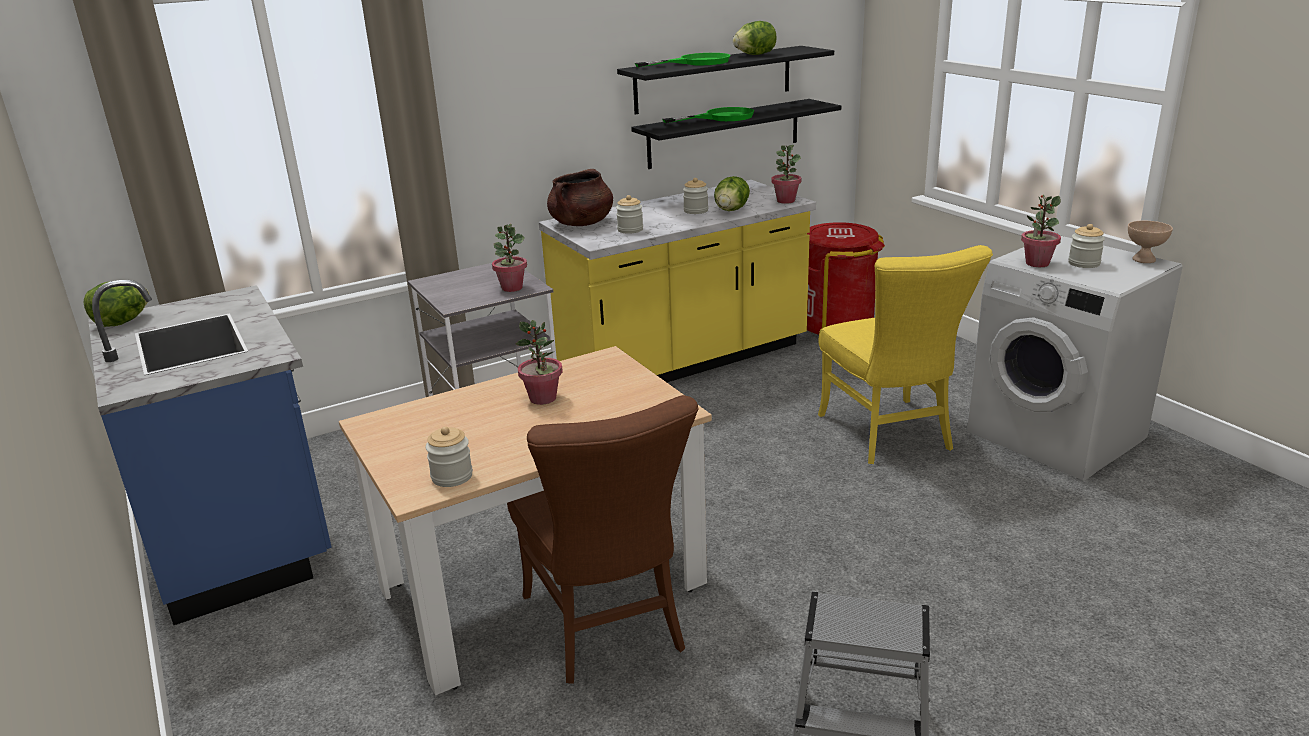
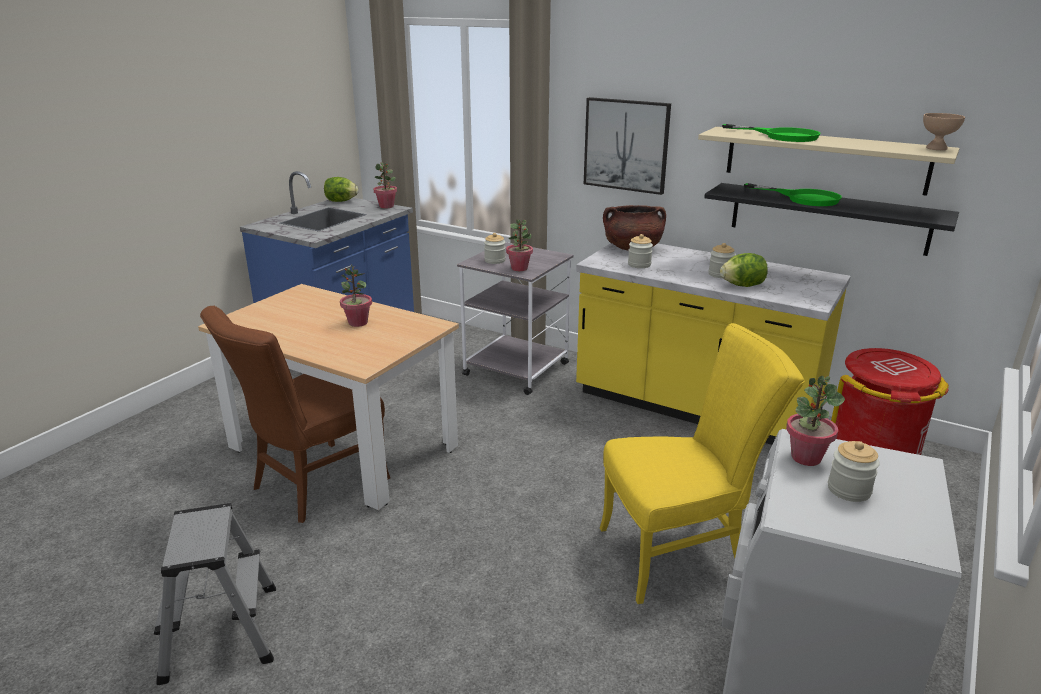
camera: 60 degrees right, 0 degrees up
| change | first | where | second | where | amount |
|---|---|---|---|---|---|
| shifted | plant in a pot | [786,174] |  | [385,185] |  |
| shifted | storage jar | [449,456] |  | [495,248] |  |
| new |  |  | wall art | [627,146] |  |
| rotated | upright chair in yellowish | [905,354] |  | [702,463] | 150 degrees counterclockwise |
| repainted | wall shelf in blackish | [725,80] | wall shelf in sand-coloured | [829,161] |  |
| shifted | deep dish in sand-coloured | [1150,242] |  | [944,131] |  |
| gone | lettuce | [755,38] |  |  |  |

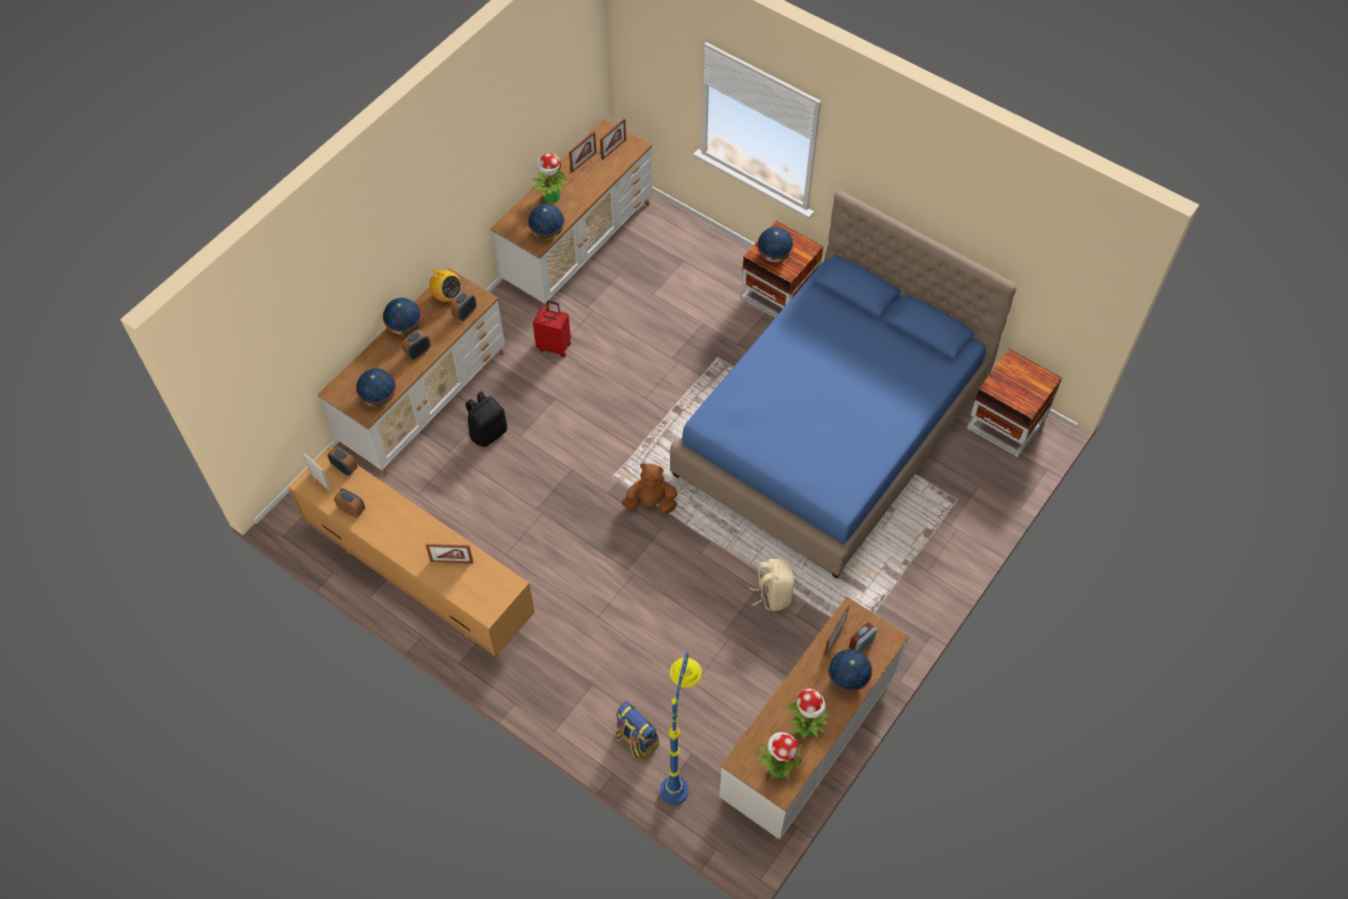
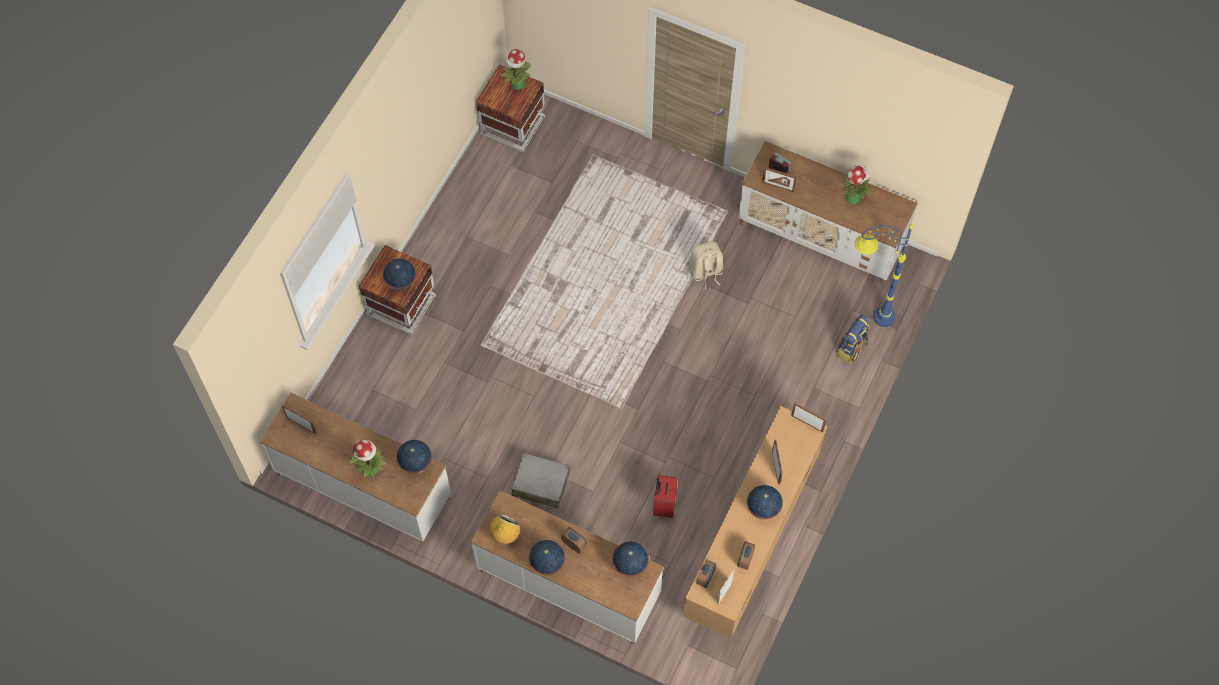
camera: 100 degrees left, 5 degrees up
| change | first | where | second | where | amount |
|---|---|---|---|---|---|
| shifted | plant in a pot | [779,756] |  | [516,69] |  |
| new |  |  | piece of luggage in grey | [540,481] |  |
| shifted | piece of luggage in red | [552,329] |  | [665,496] |  |
| shifted | world globe | [850,670] |  | [765,502] |  |
| shifted | photo frame | [582,152] |  | [809,418] |  |
| gone | alarm clock | [463,306] |  |  |  |
| gone | backpack in blackish | [486,419] |  |  |  |
| gone | cuddly toy in brown-coloured | [649,488] |  |  |  |
| gone | bedroom bed in blue | [843,384] |  |  |  |

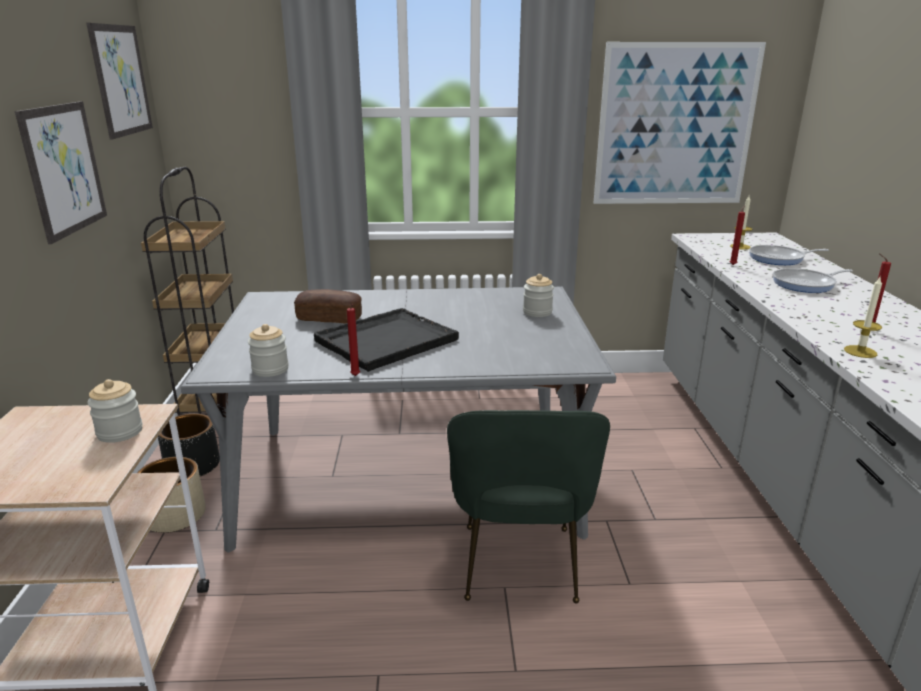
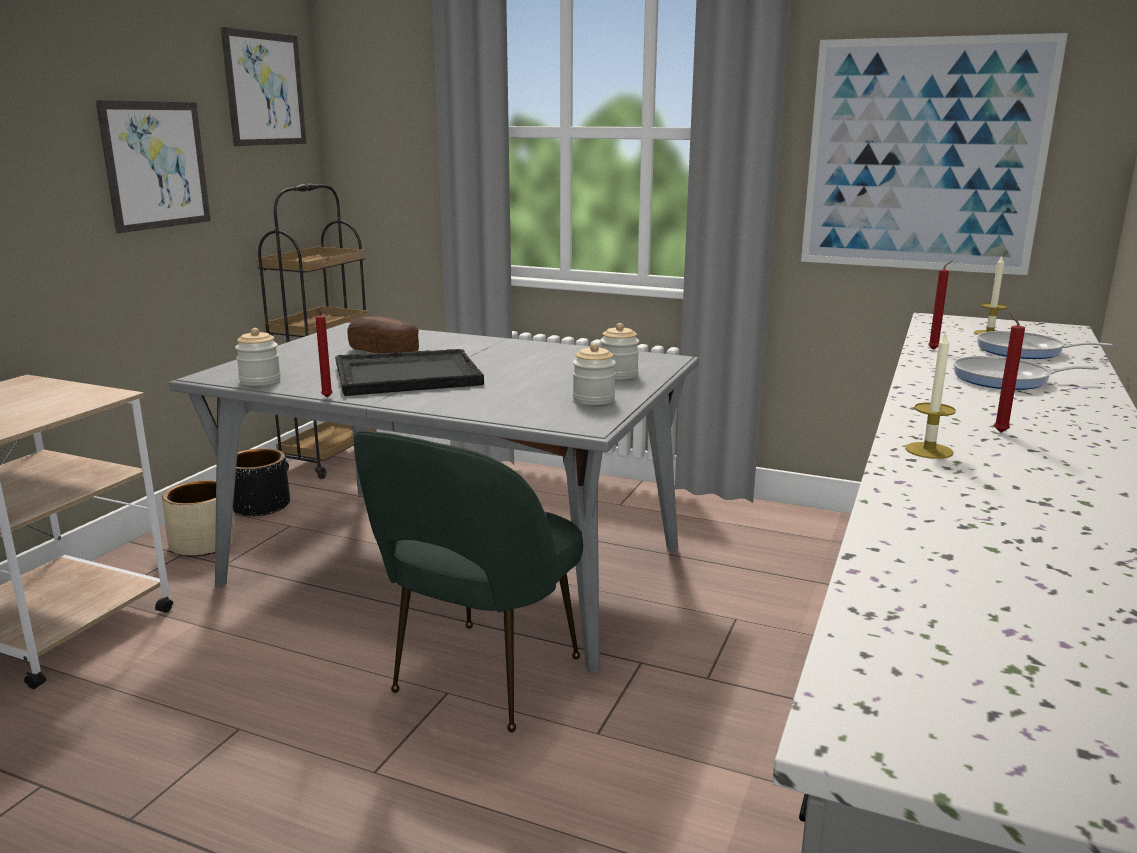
camera: 25 degrees right, 5 degrees down
| change | first | where | second | where | amount |
|---|---|---|---|---|---|
| shifted | storage jar | [115,411] |  | [594,374] |  |

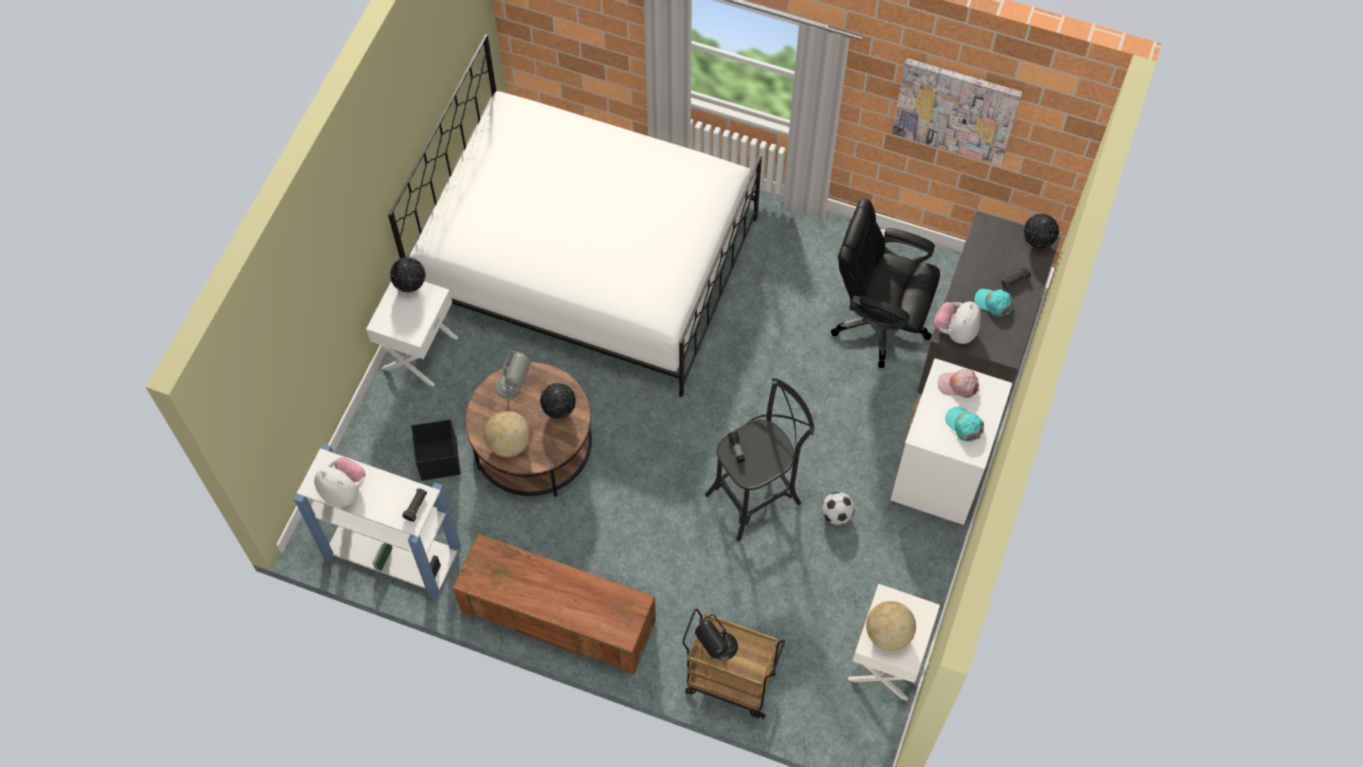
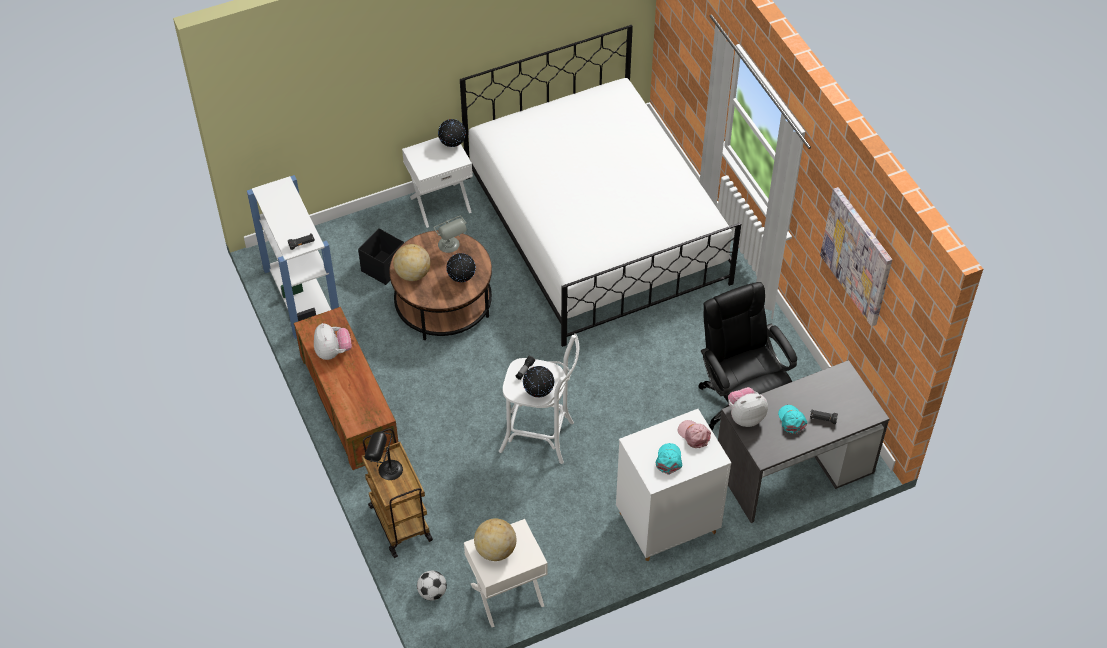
camera: 45 degrees right, 10 degrees down
| change | first | where | second | where | amount |
|---|---|---|---|---|---|
| shifted | cuddly toy | [340,482] |  | [333,341] |  |
| shifted | football ball | [838,508] |  | [432,586] |  |
| repainted | sitting stool in blackish | [760,459] | sitting stool in whitish | [539,398] |  |
| shifted | world globe | [1041,231] |  | [538,381] |  |

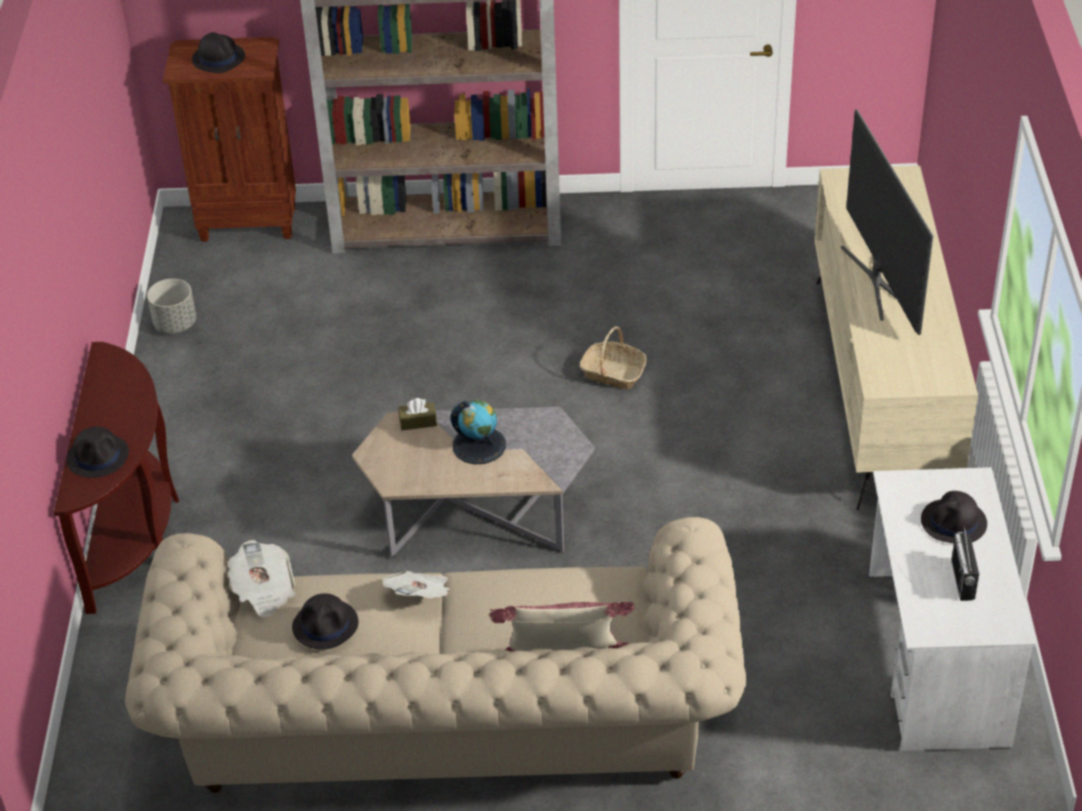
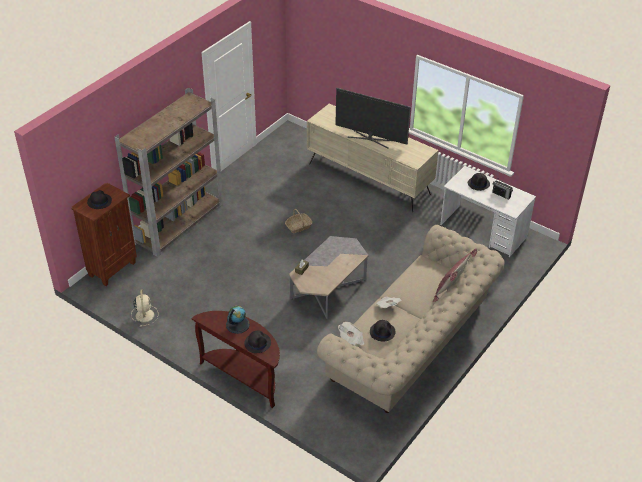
camera: 55 degrees left, 0 degrees up
| change | first | where | second | where | amount |
|---|---|---|---|---|---|
| swapped | plant pot in grey | [171,306] | cooling fan in sand-coloured | [144,308] |  |
| shifted | world globe | [478,432] |  | [238,320] |  |

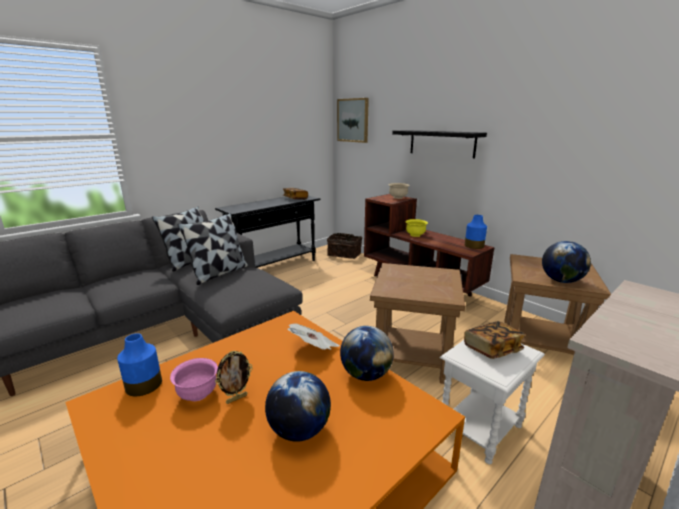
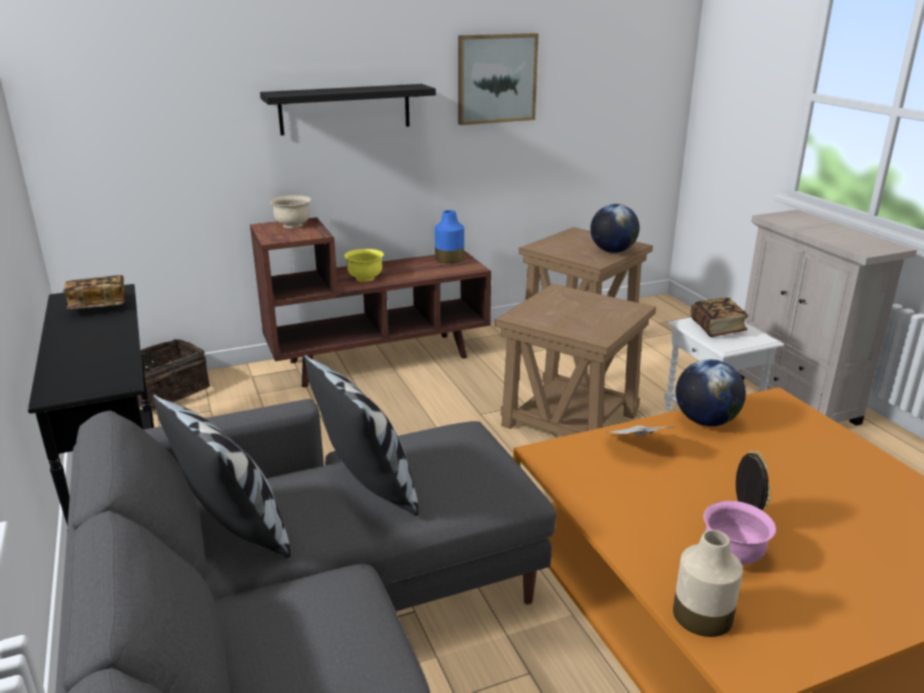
camera: 70 degrees left, 5 degrees up
| change | first | where | second | where | amount |
|---|---|---|---|---|---|
| shifted | wall art | [353,120] |  | [498,79] |  |
| repainted | flower vase in blue | [139,364] | flower vase in sand-coloured | [708,583] |  |
| gone | world globe | [298,406] |  |  |  |

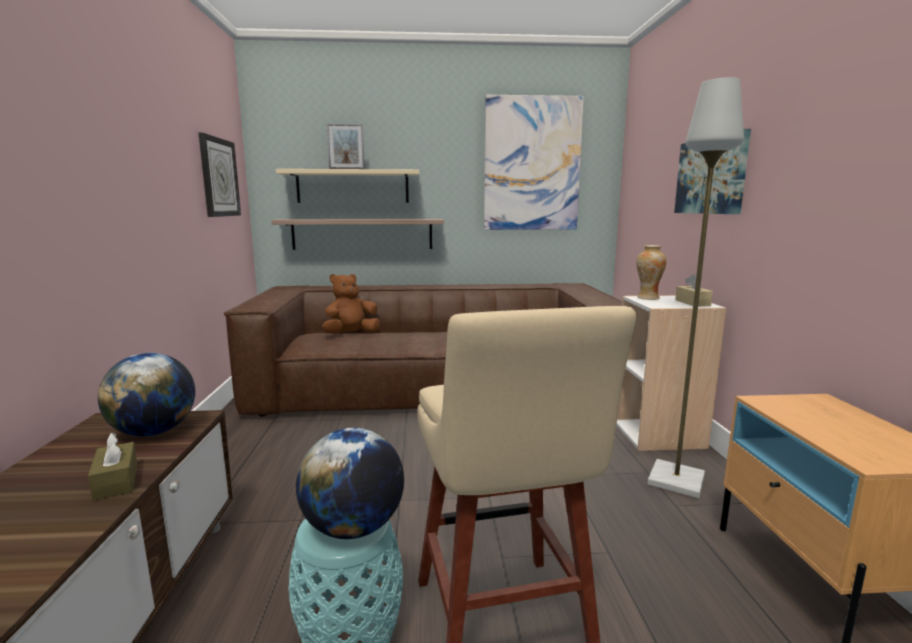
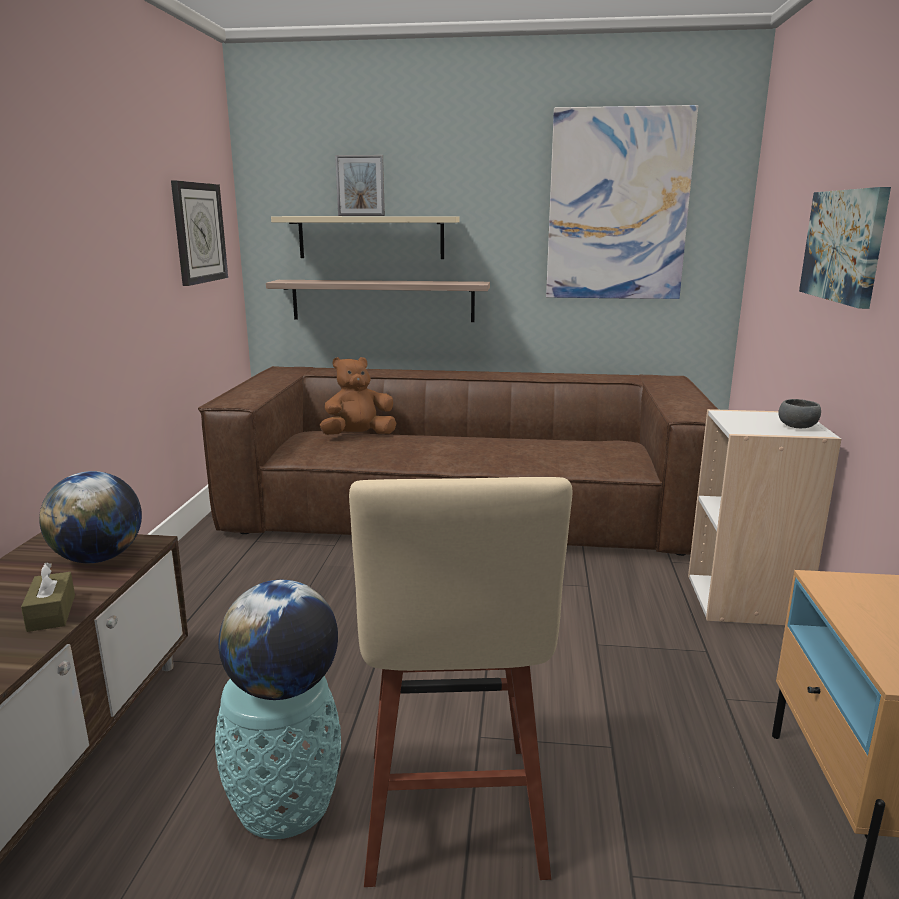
camera: 10 degrees right, 5 degrees up
| change | first | where | second | where | amount |
|---|---|---|---|---|---|
| swapped | tissue holder in sand-coloured | [694,290] | deep dish in grey | [799,413] |  |
| gone | flower vase | [651,272] |  |  |  |
| gone | standard lamp in grey | [695,287] |  |  |  |

